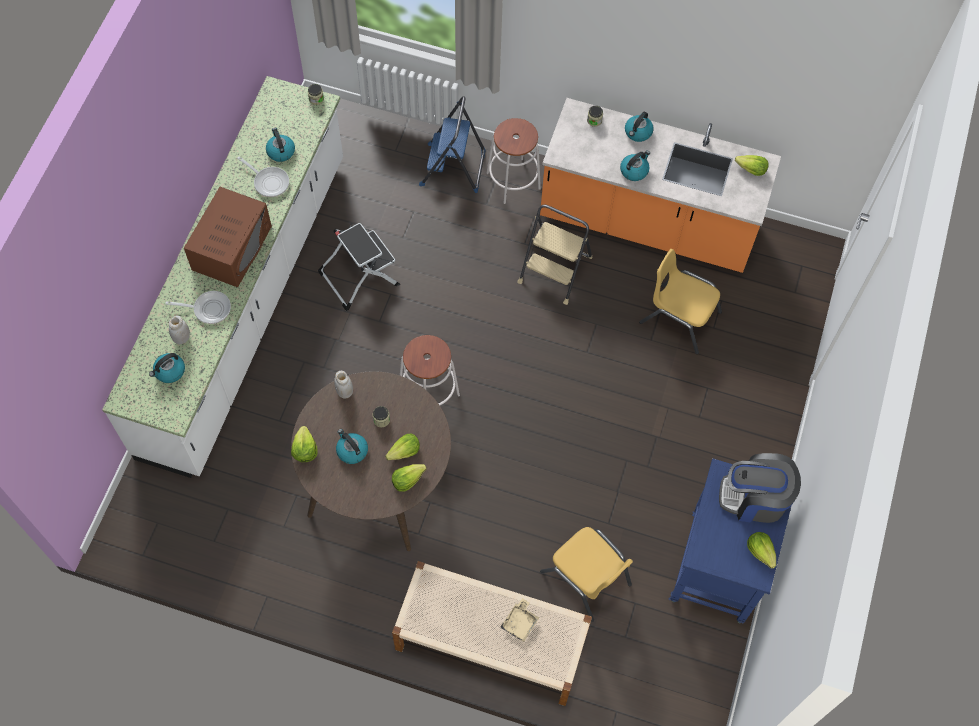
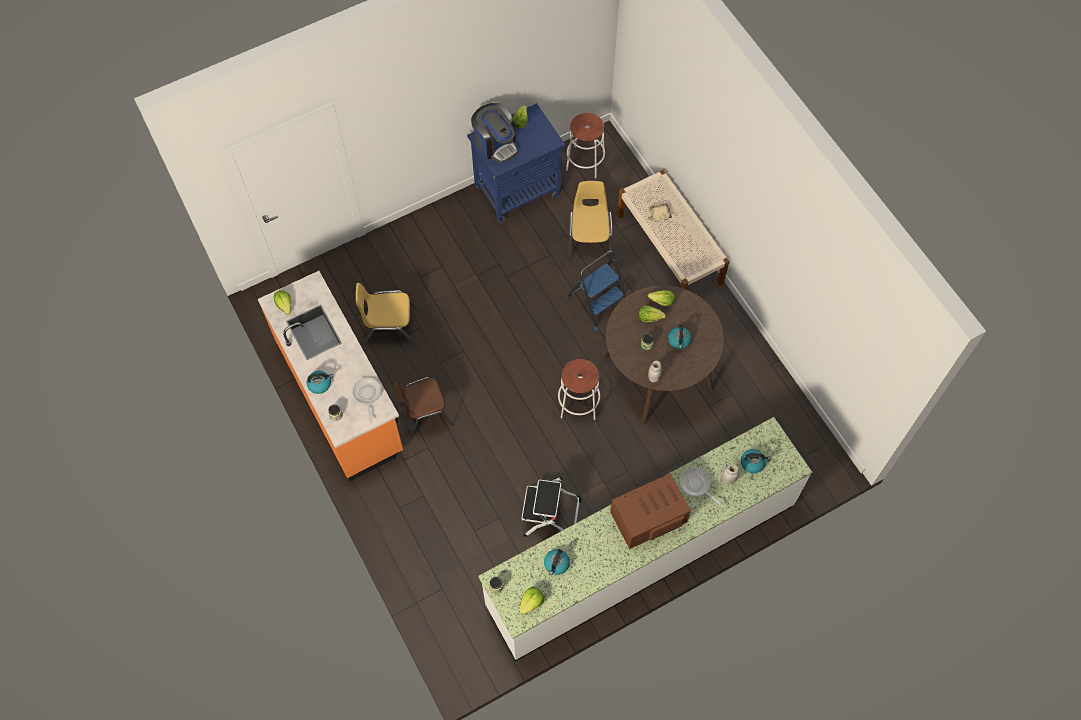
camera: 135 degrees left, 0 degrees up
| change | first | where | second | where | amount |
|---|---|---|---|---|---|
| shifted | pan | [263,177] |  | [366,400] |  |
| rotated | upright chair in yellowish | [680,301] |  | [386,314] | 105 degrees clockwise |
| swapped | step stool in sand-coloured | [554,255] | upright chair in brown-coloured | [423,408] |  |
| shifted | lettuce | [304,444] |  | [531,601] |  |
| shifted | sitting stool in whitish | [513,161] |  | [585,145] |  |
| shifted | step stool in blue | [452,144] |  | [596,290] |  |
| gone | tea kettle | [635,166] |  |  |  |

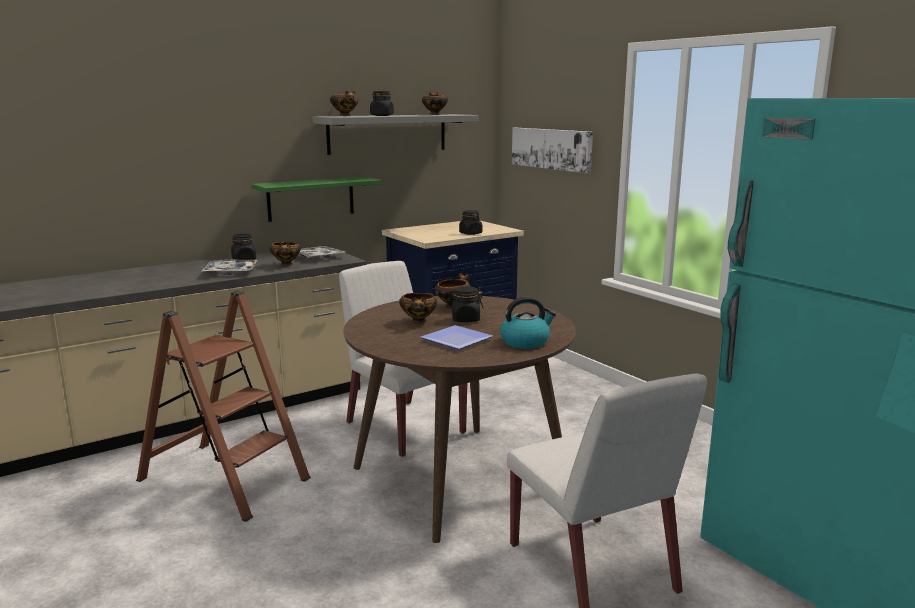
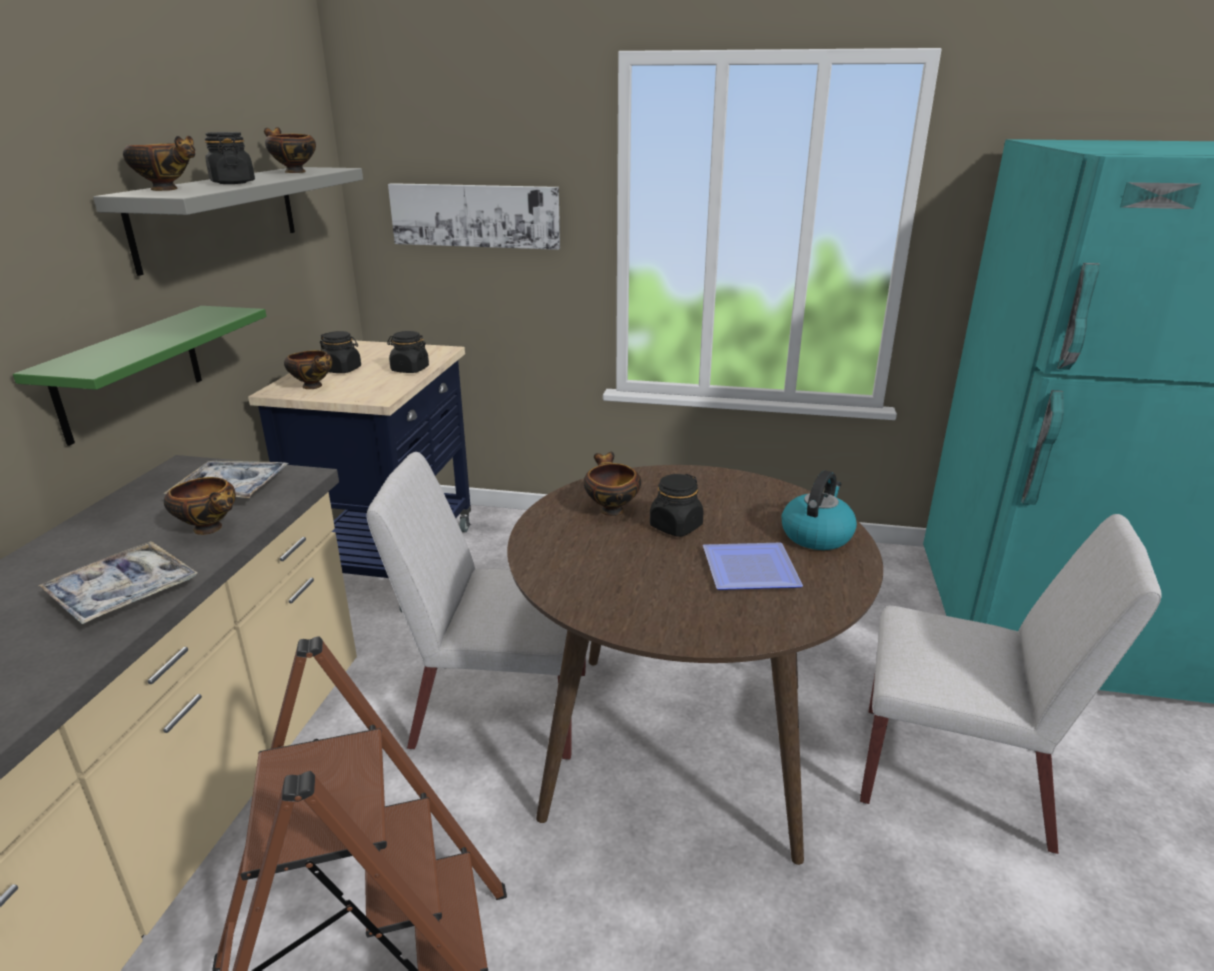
camera: 45 degrees left, 10 degrees up
| change | first | where | second | where | amount |
|---|---|---|---|---|---|
| shifted | deep dish | [418,308] |  | [308,369] |  |
| shifted | storage jar in blackish | [243,247] |  | [340,352] |  |

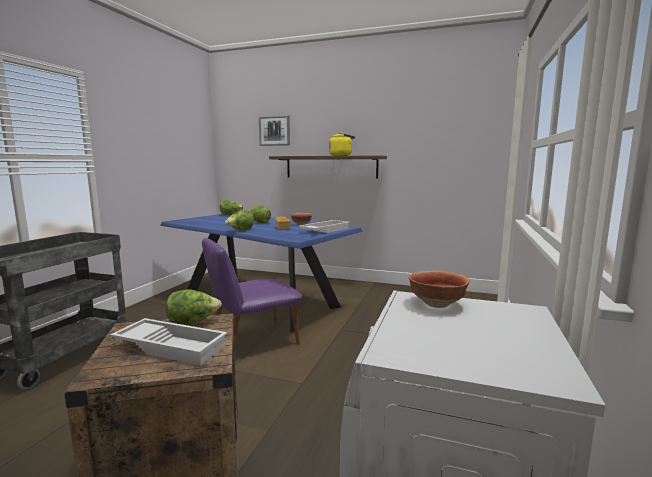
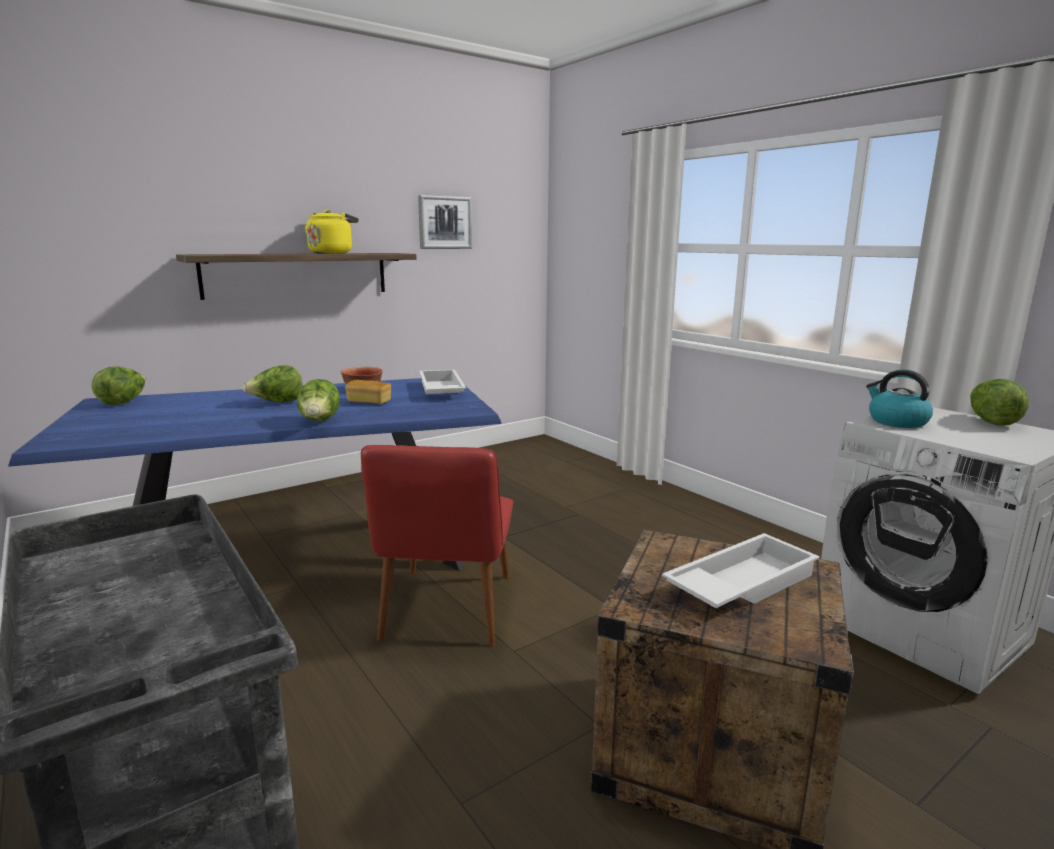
camera: 55 degrees left, 5 degrees up
| change | first | where | second | where | amount |
|---|---|---|---|---|---|
| repainted | upright chair in purplish | [252,292] | upright chair in red | [437,546] |  |
| shifted | wall art | [274,130] |  | [445,222] |  |
| swapped | deep dish | [439,289] | tea kettle | [899,399] |  |
| shifted | lettuce | [194,307] |  | [999,402] |  |

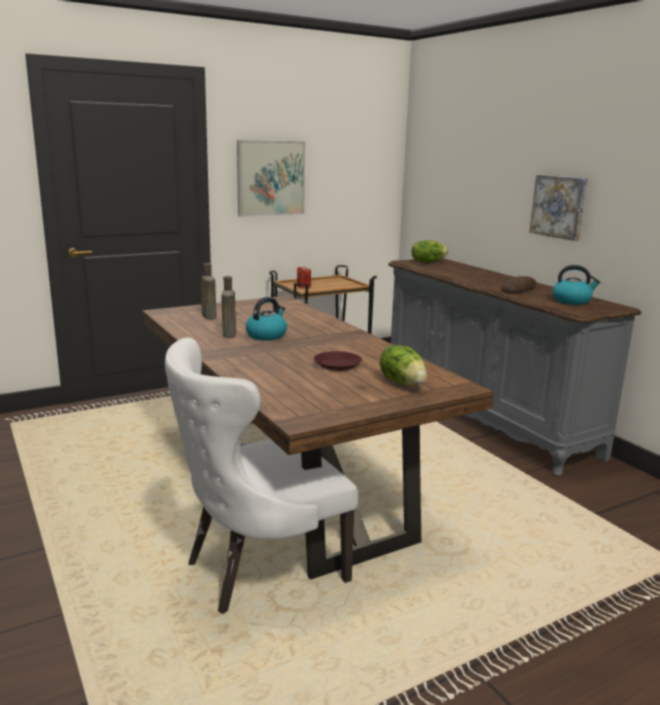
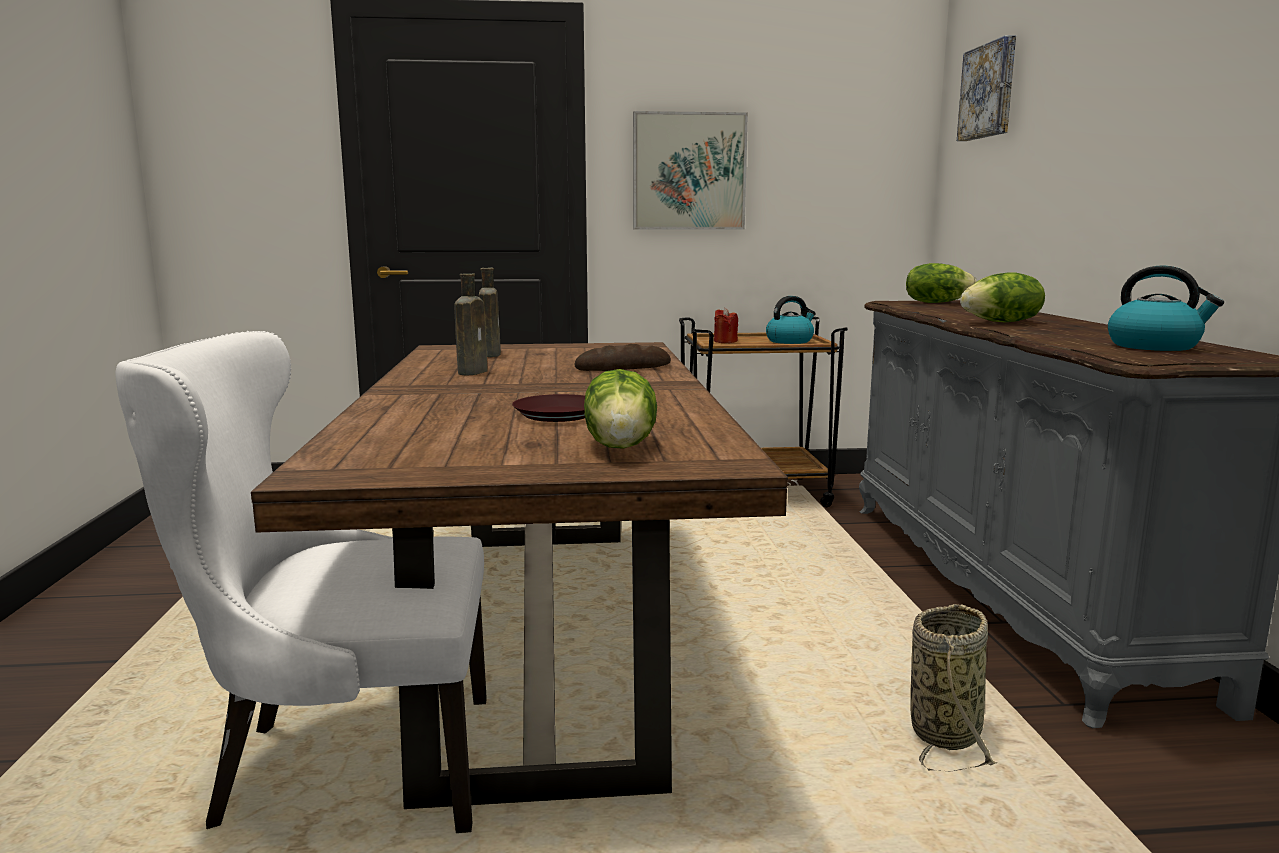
camera: 25 degrees right, 5 degrees down
| change | first | where | second | where | amount |
|---|---|---|---|---|---|
| shifted | bakery bread | [519,284] |  | [622,357] |  |
| shifted | tea kettle | [266,319] |  | [791,320] |  |
| new |  |  | basket | [954,688] |  |
| shifted | wall art | [558,208] |  | [986,88] |  |
| new |  |  | lettuce | [1002,297] |  |

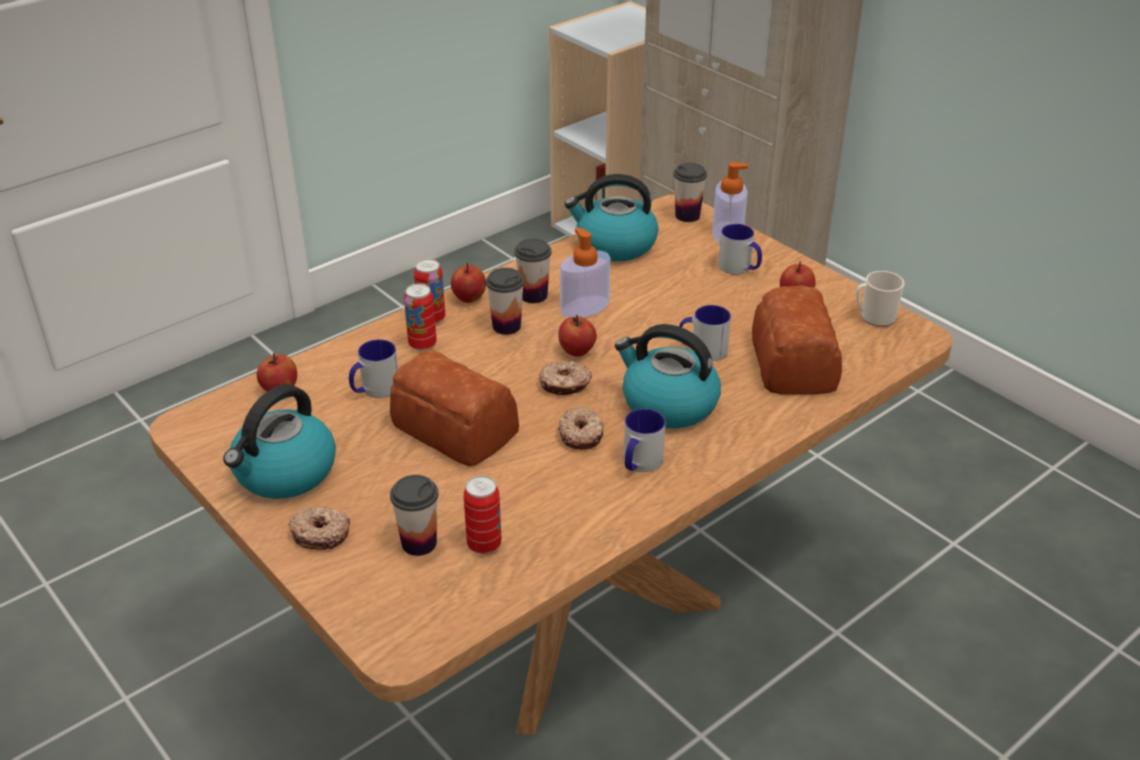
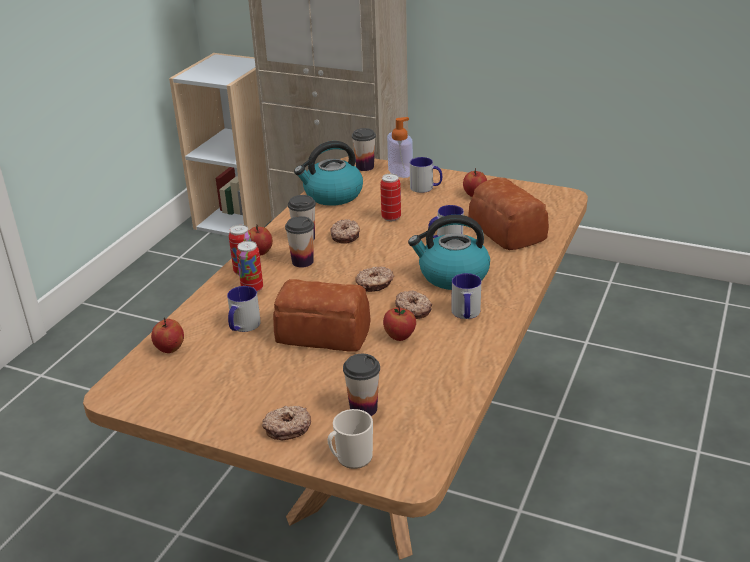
camera: 25 degrees left, 5 degrees down
| change | first | where | second | where | amount |
|---|---|---|---|---|---|
| shifted | coffee mug | [880,299] |  | [350,439] |  |
| swapped | soap dispenser | [585,272] | doughnut | [345,231] |  |
| shifted | sealed can | [482,515] |  | [390,197] |  |
| shifted | apple | [577,336] |  | [399,323] |  |
| gone | tea kettle | [279,441] |  |  |  |

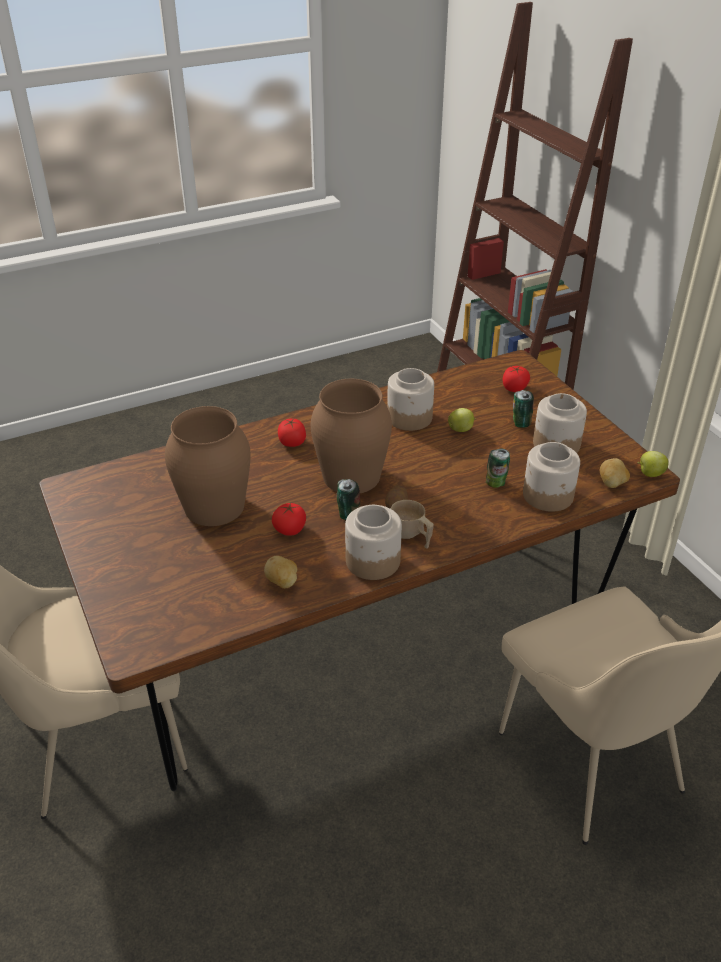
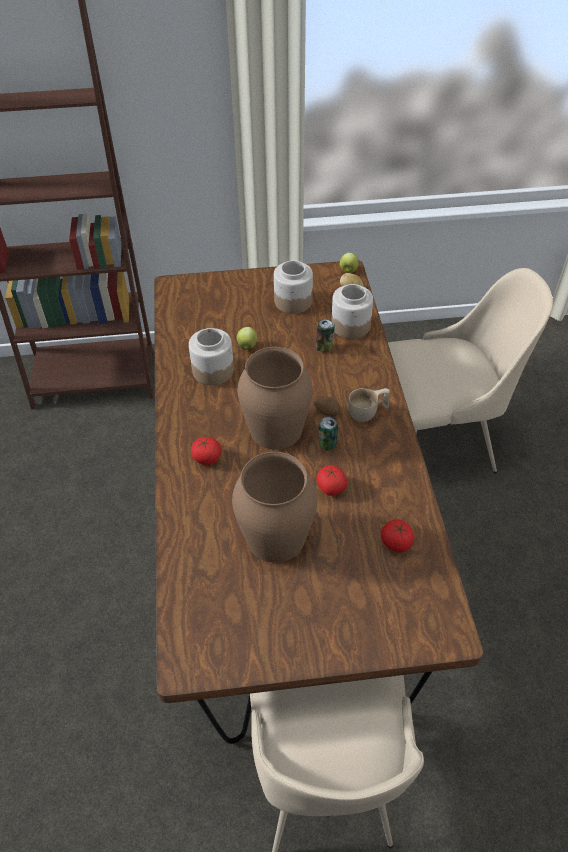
camera: 70 degrees left, 10 degrees up
| change | first | where | second | where | amount |
|---|---|---|---|---|---|
| shifted | whole tomato | [516,379] |  | [398,536] |  |
| gone | whole potato | [280,572] |  |  |  |
| gone | storage jar | [373,542] |  |  |  |
| gone | sealed can | [523,409] |  |  |  |

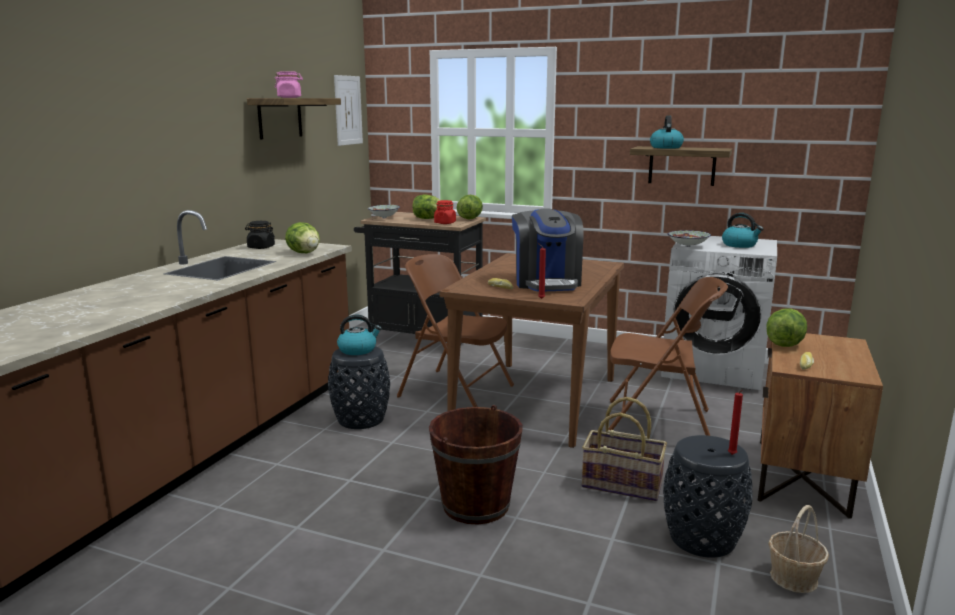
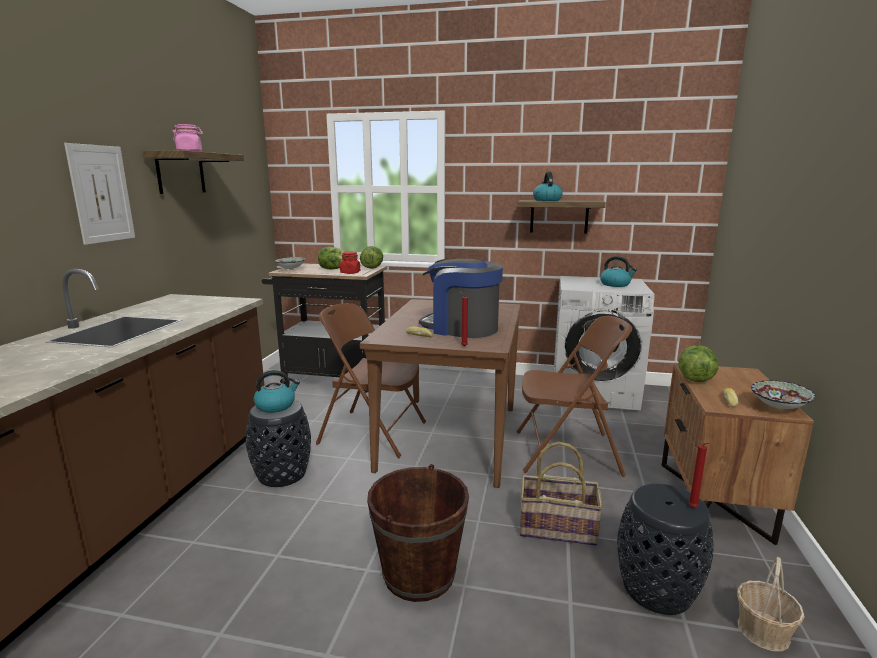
camera: 10 degrees left, 0 degrees up
| change | first | where | second | where | amount |
|---|---|---|---|---|---|
| shifted | wall art | [348,110] |  | [99,194] |  |
| rotated | coffee brewer | [548,250] |  | [461,298] | 135 degrees clockwise |
| shifted | deep dish | [689,238] |  | [783,394] |  |
| gone | storage jar in blackish | [260,235] |  |  |  |
| gone | lettuce | [302,237] |  |  |  |

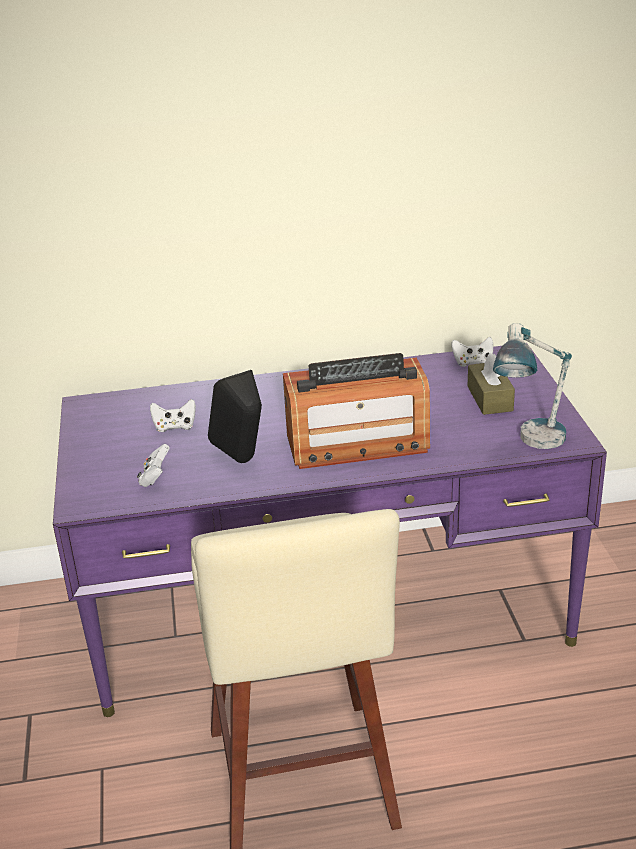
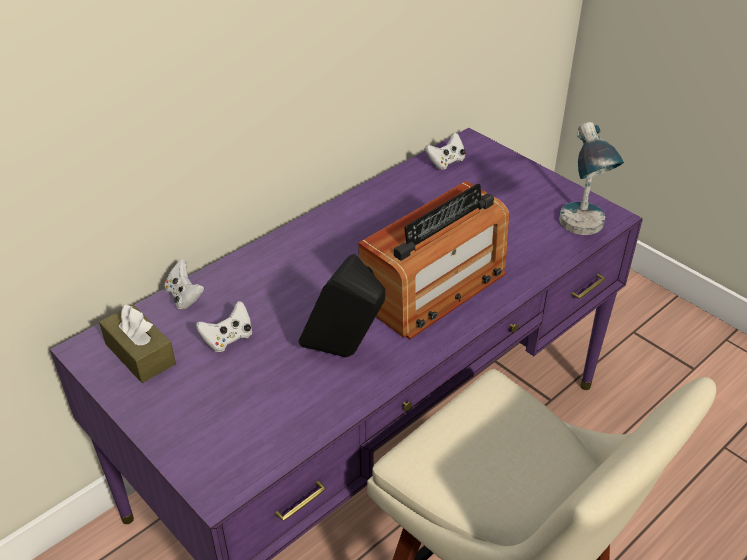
camera: 35 degrees left, 10 degrees up
| change | first | where | second | where | amount |
|---|---|---|---|---|---|
| shifted | tissue holder in brown-coloured | [491,384] |  | [137,344] |  |
| shifted | gamepad in whitish | [153,465] |  | [184,284] |  |

